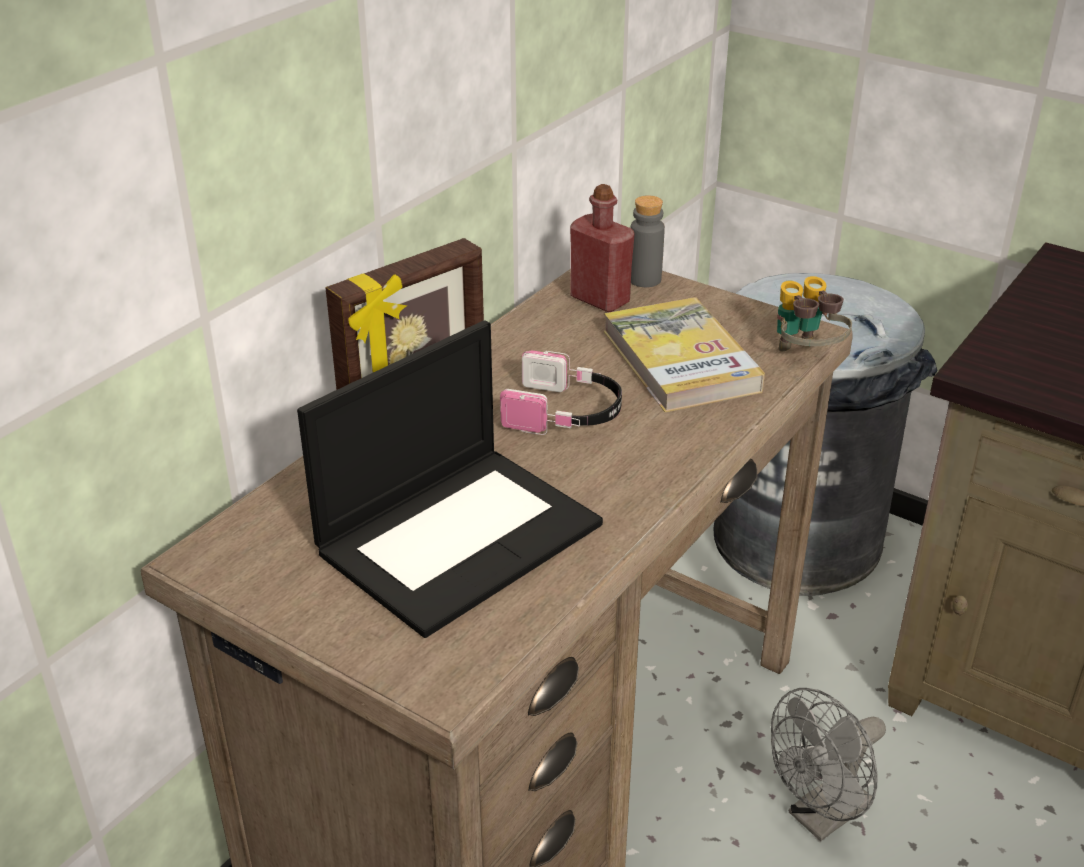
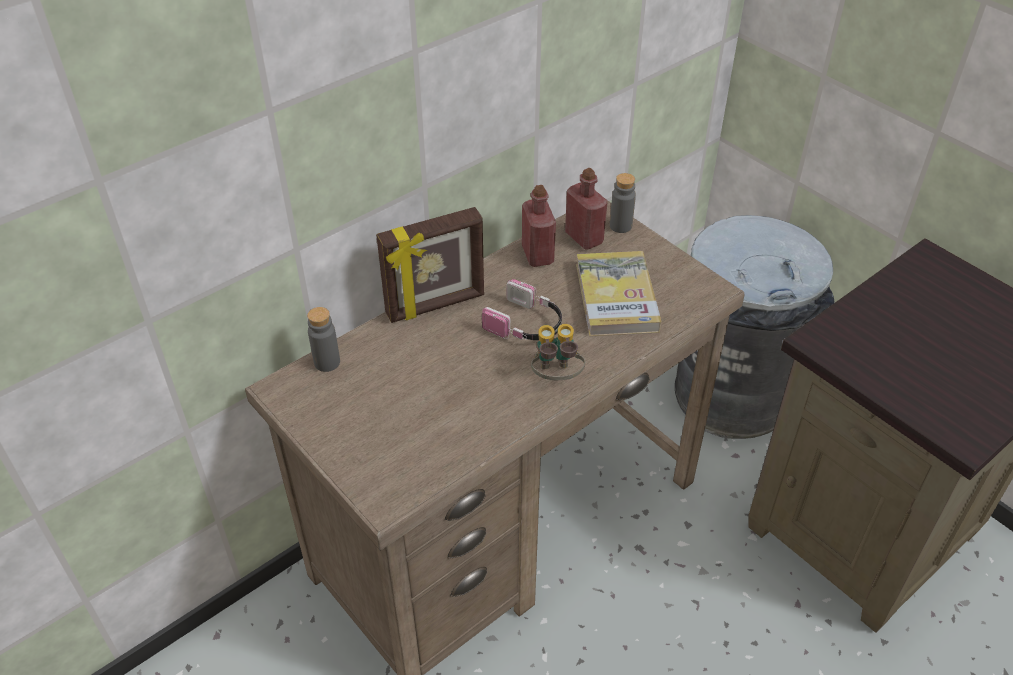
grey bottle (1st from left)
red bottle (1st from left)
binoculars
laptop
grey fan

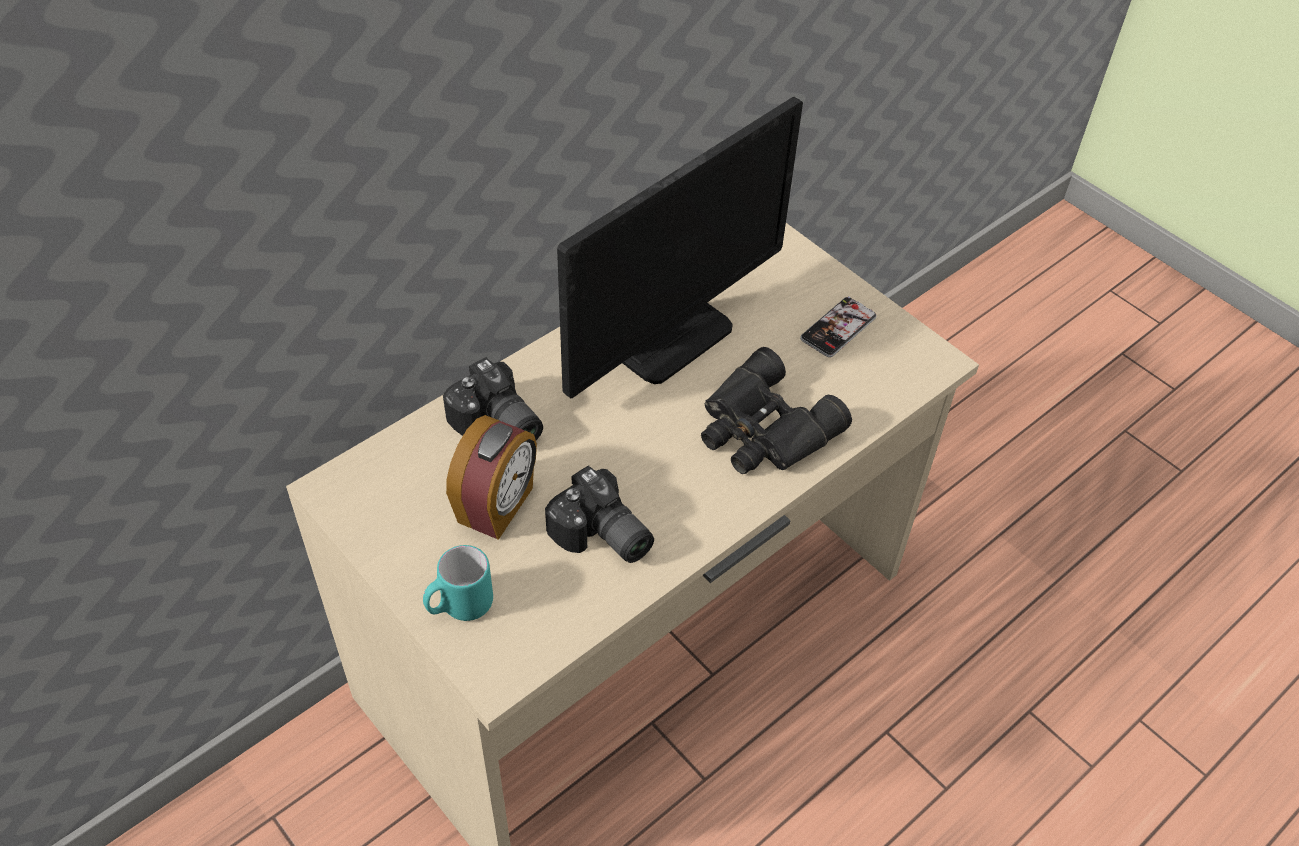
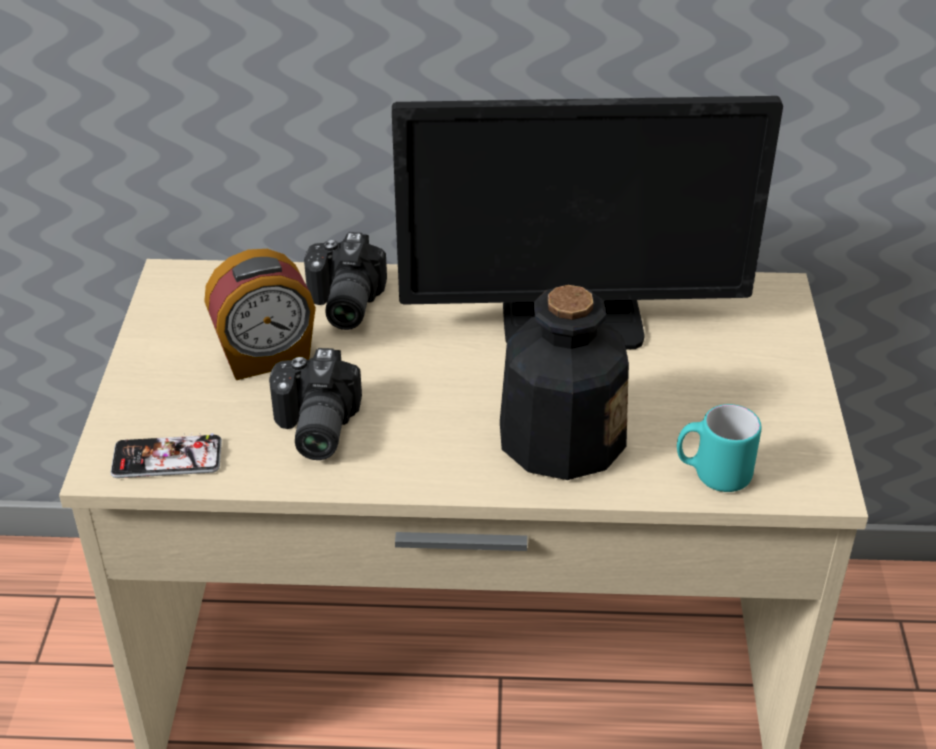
phone
bottle
turquoise mug

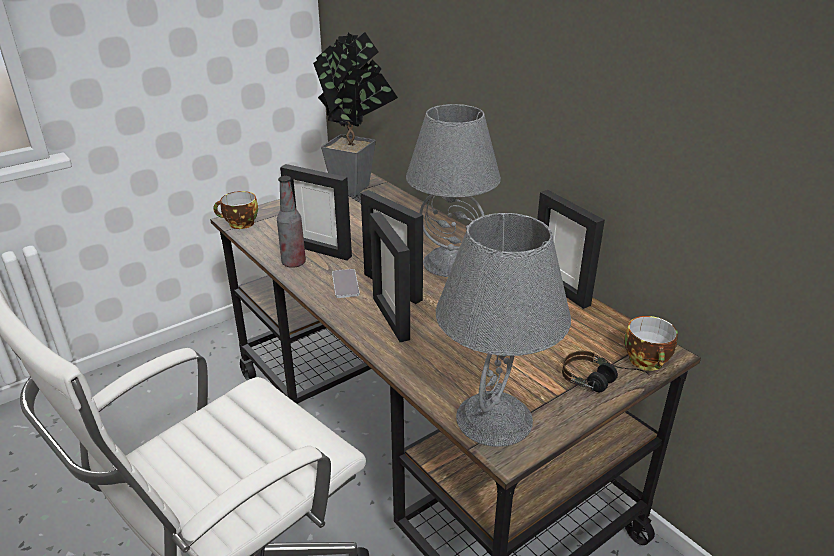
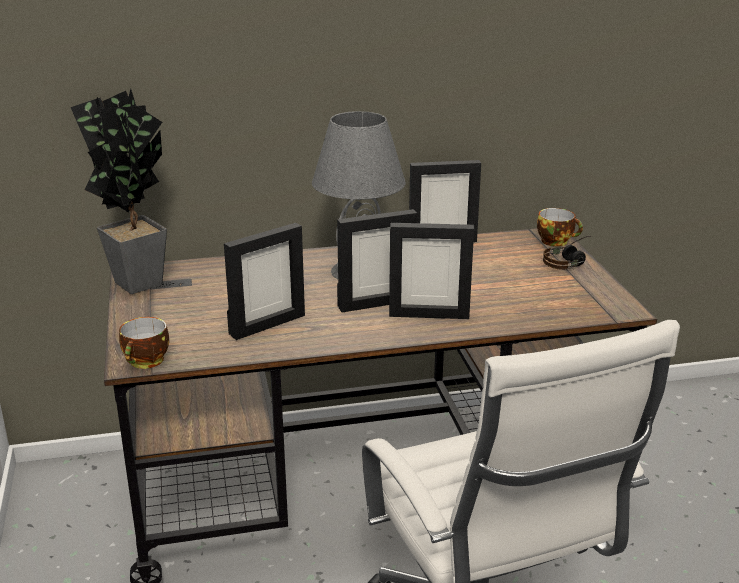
bottle
phone
grey table lamp (2nd from left in the first image)

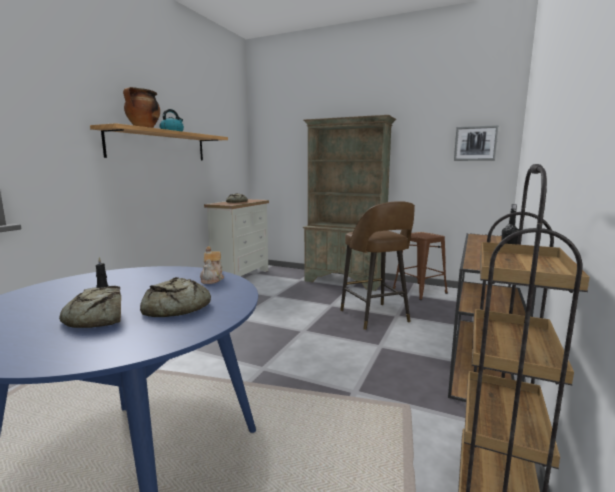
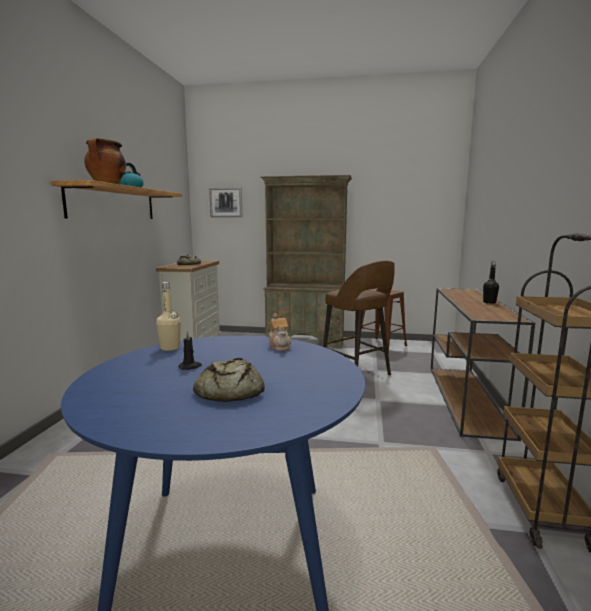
beige bottle
picture
bread (2nd from left in the first image)

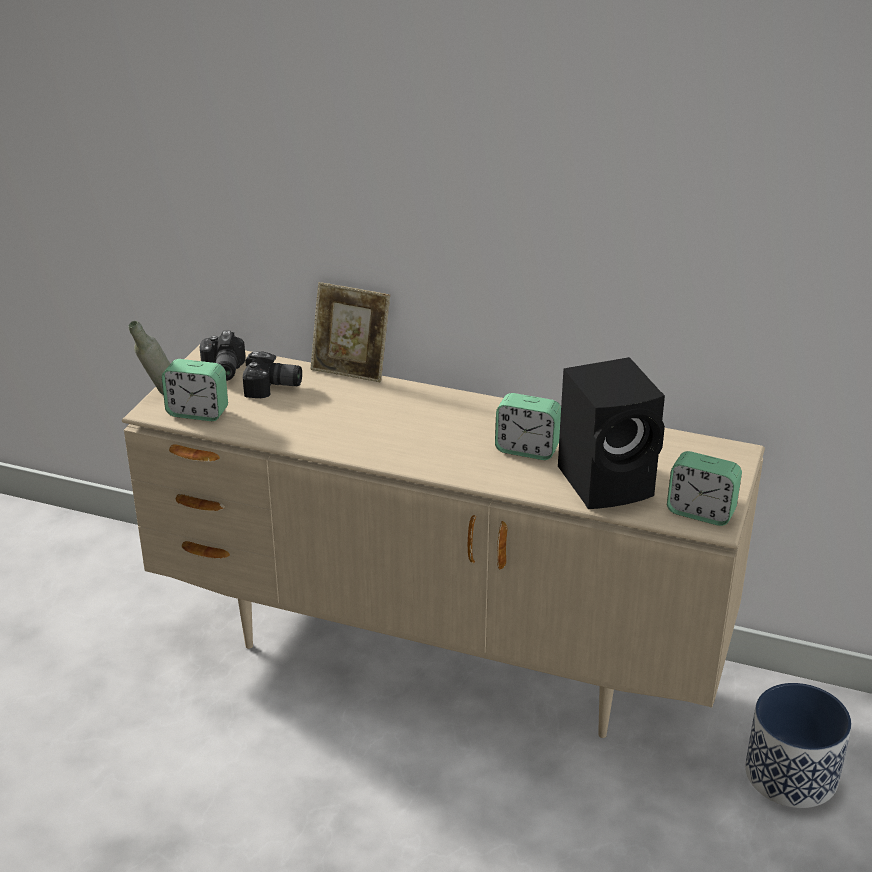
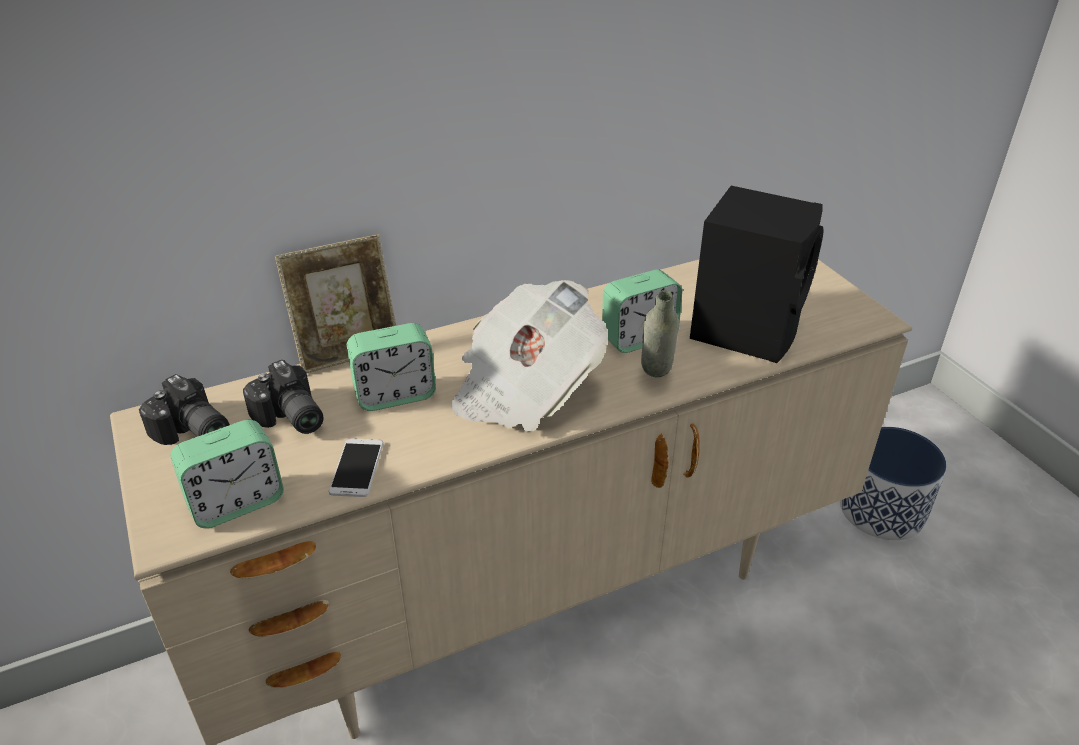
photo camera (2nd from left)
phone
alarm clock (2nd from left)
newspaper
grey bottle

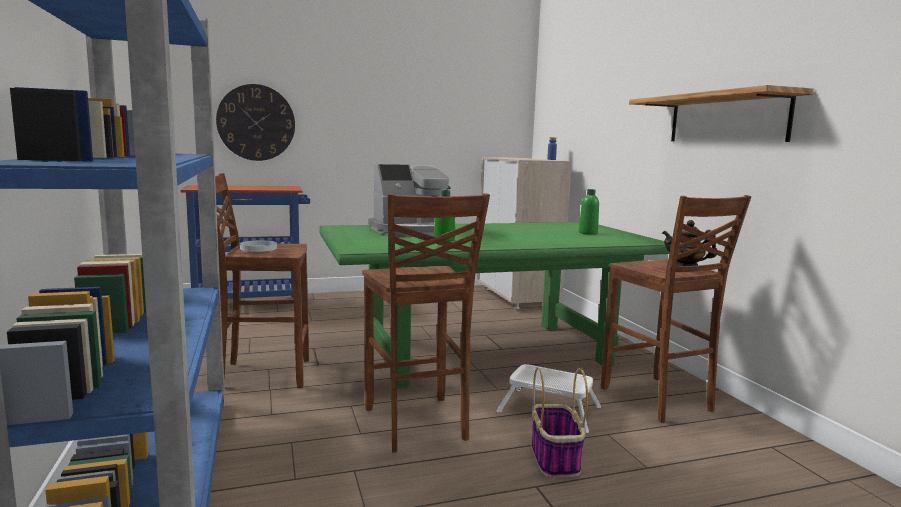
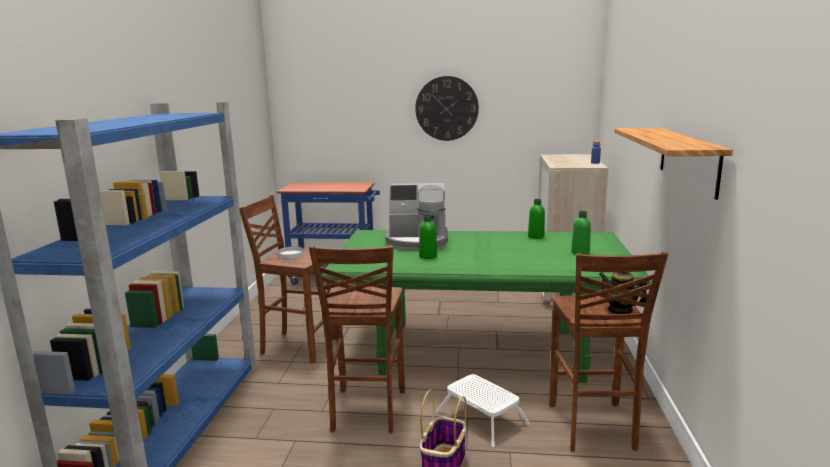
wall clock
green bottle (2nd from left)

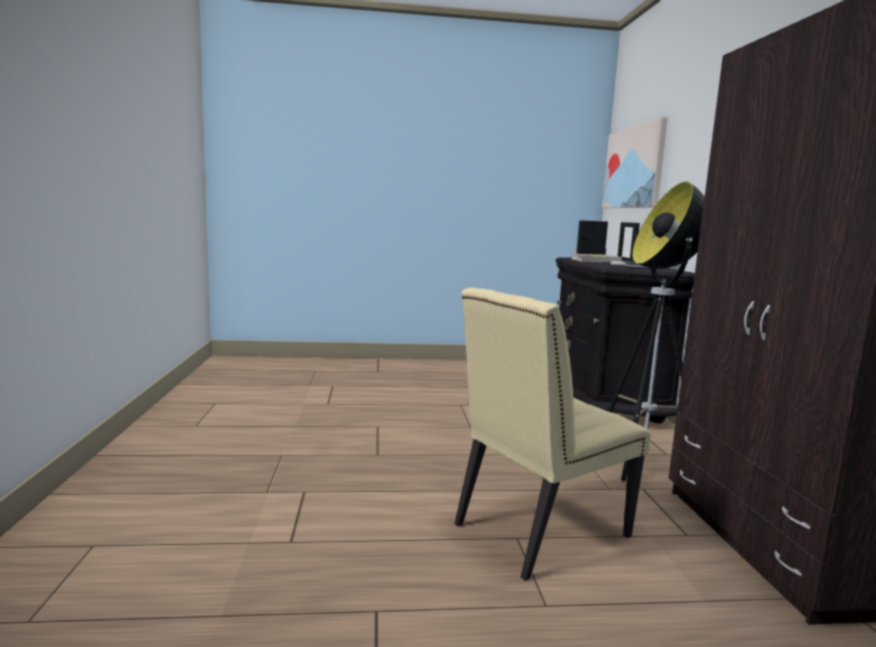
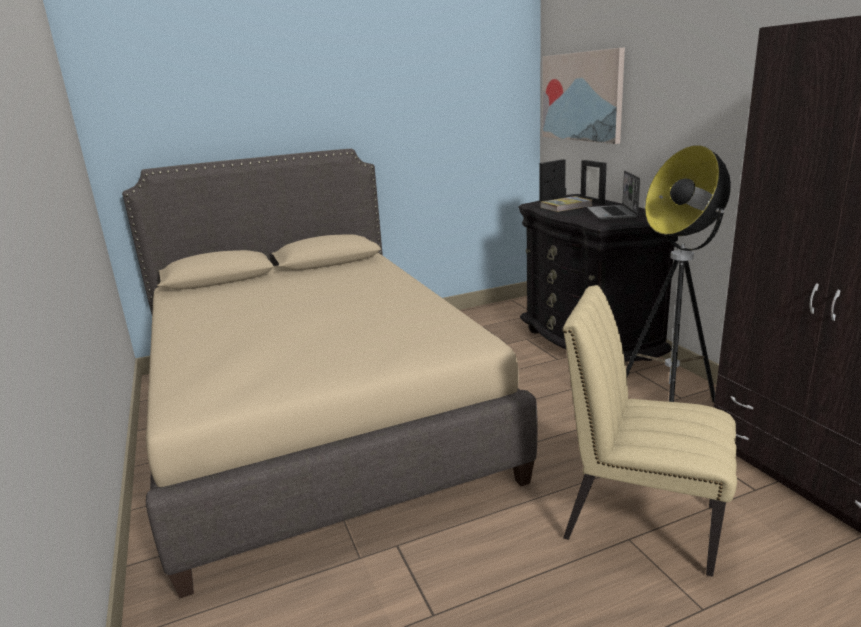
beige bed
beige chair

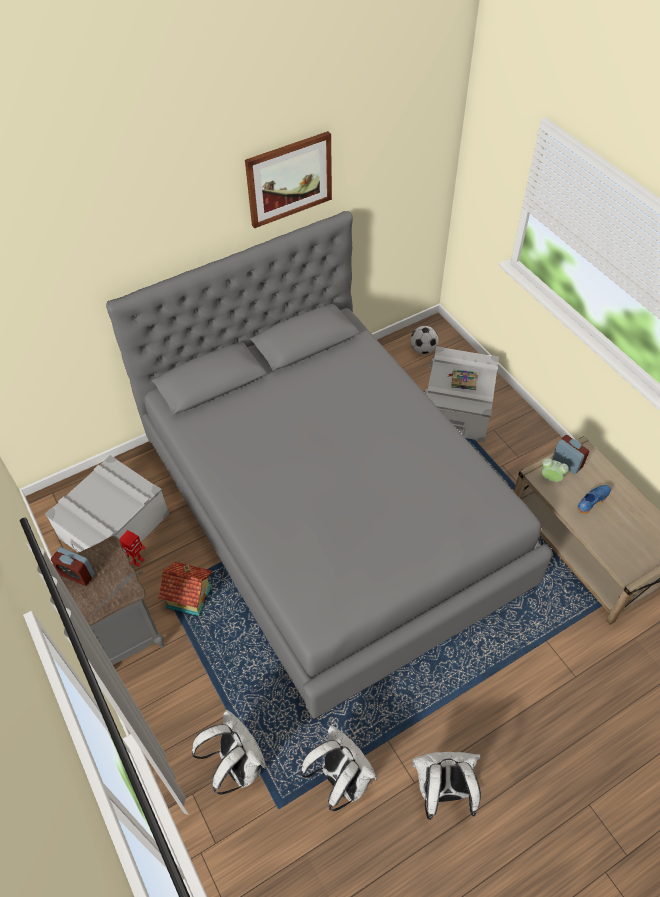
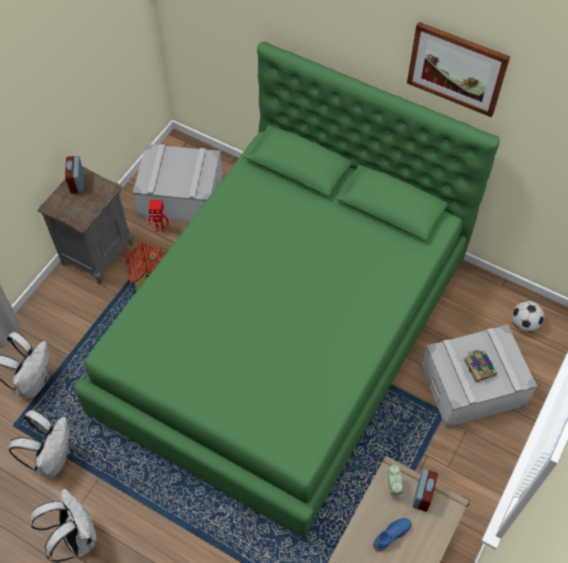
green bed
blue shoe

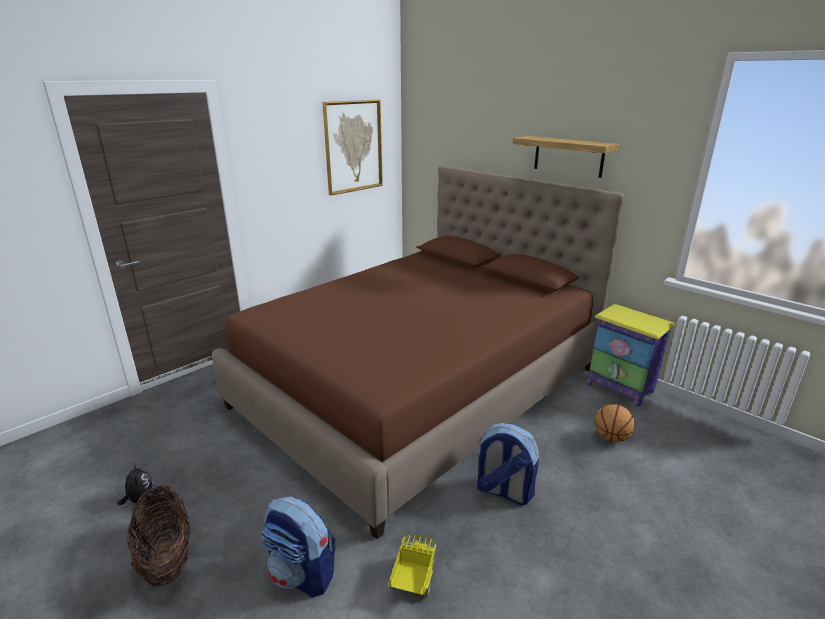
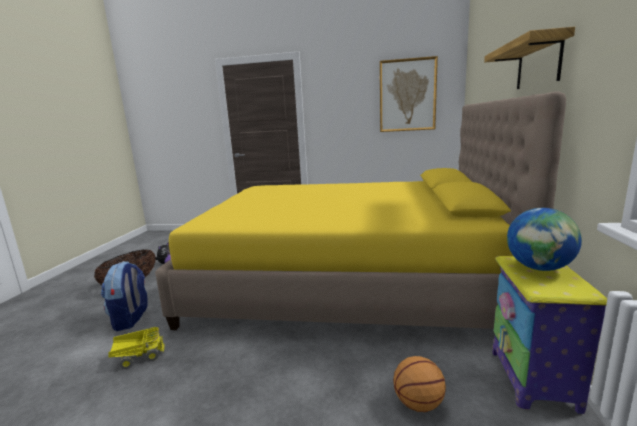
yellow bed
globe
backpack (2nd from left in the first image)

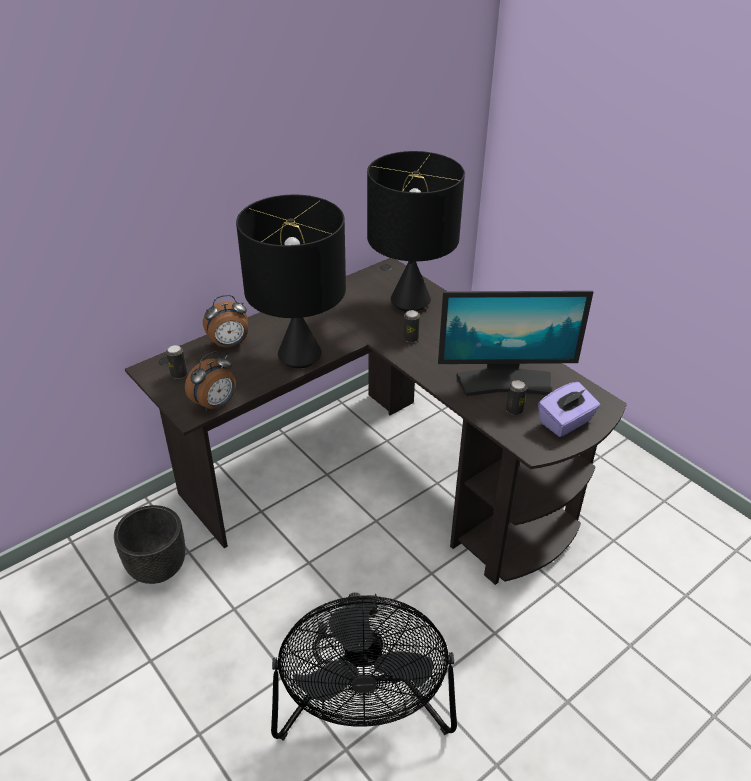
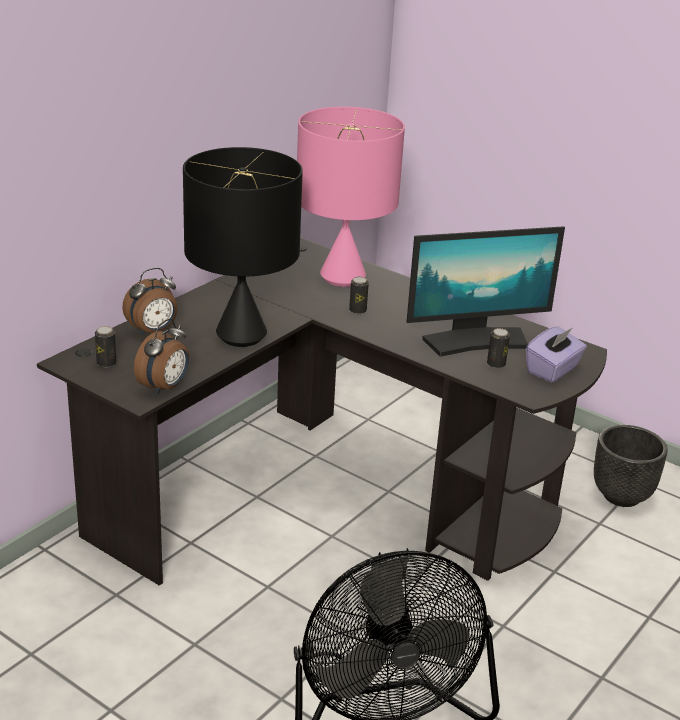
pink table lamp
black planter

